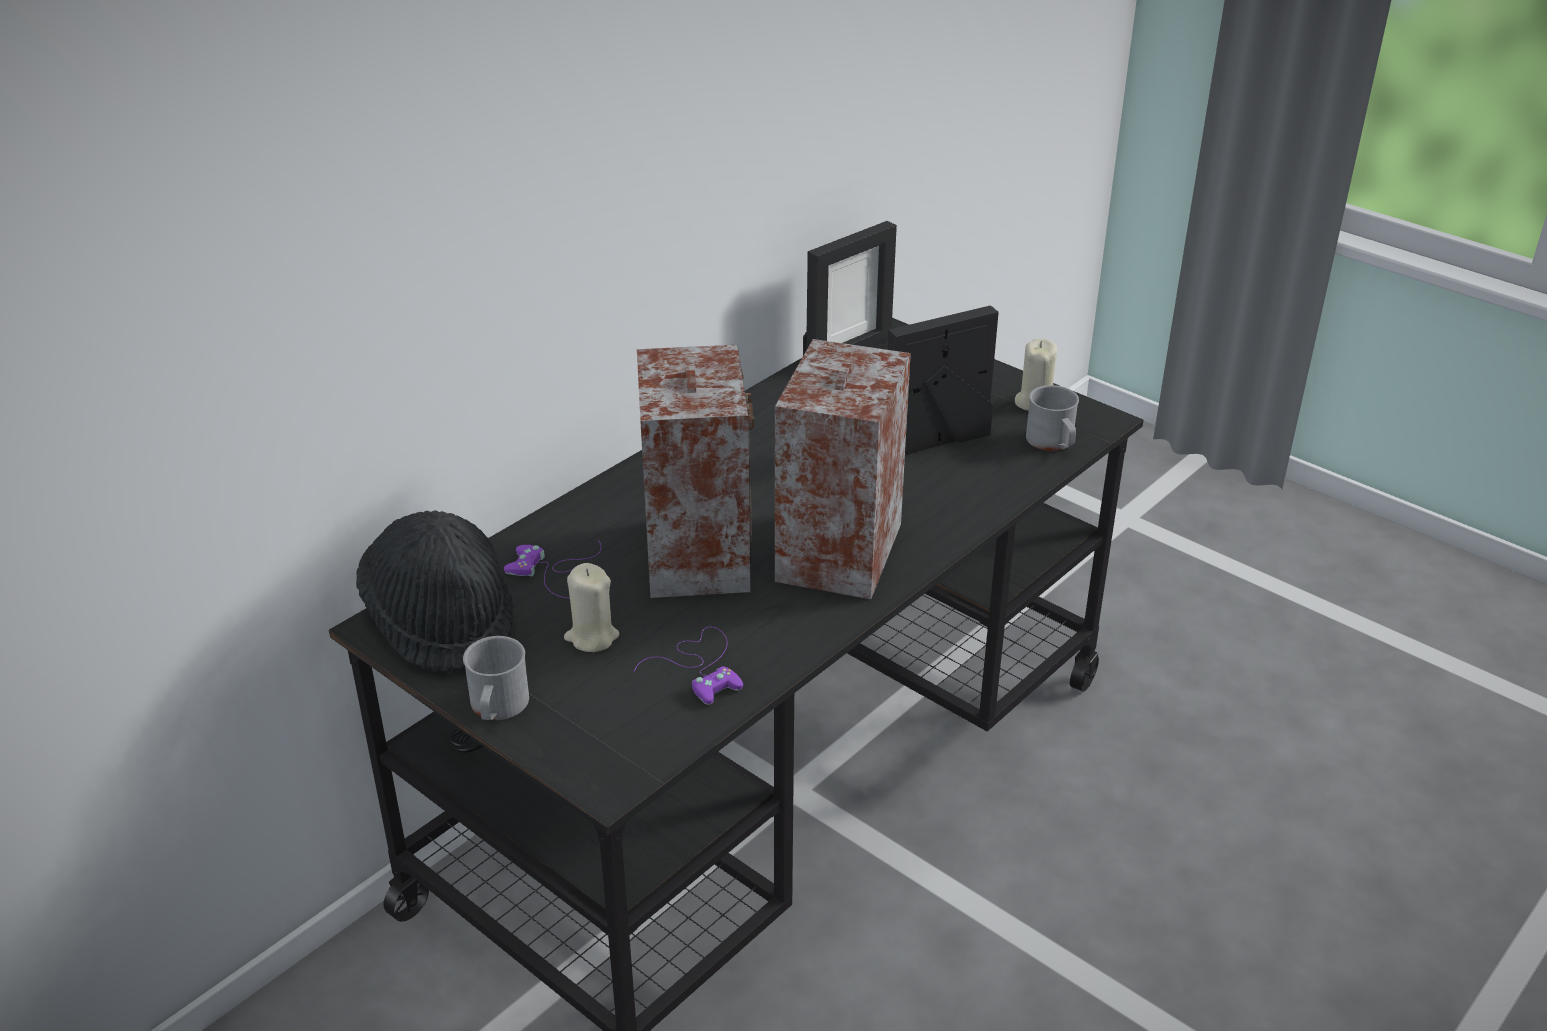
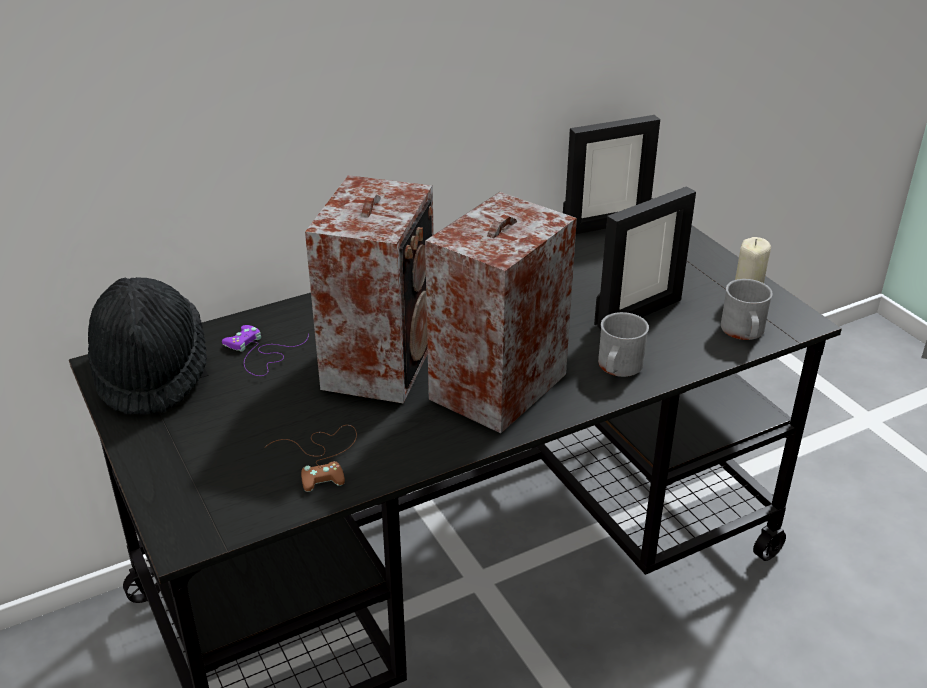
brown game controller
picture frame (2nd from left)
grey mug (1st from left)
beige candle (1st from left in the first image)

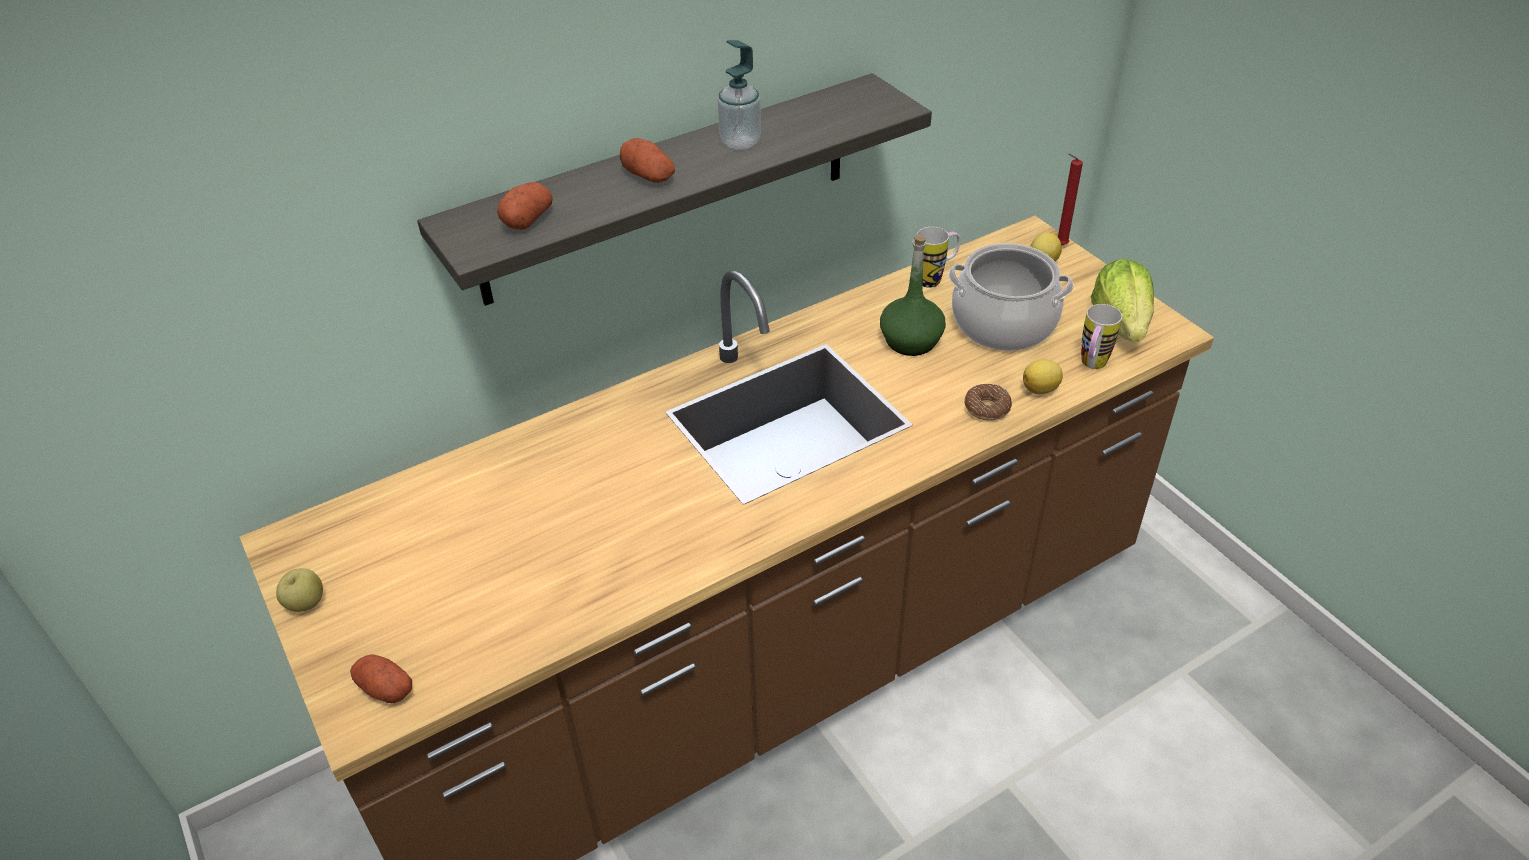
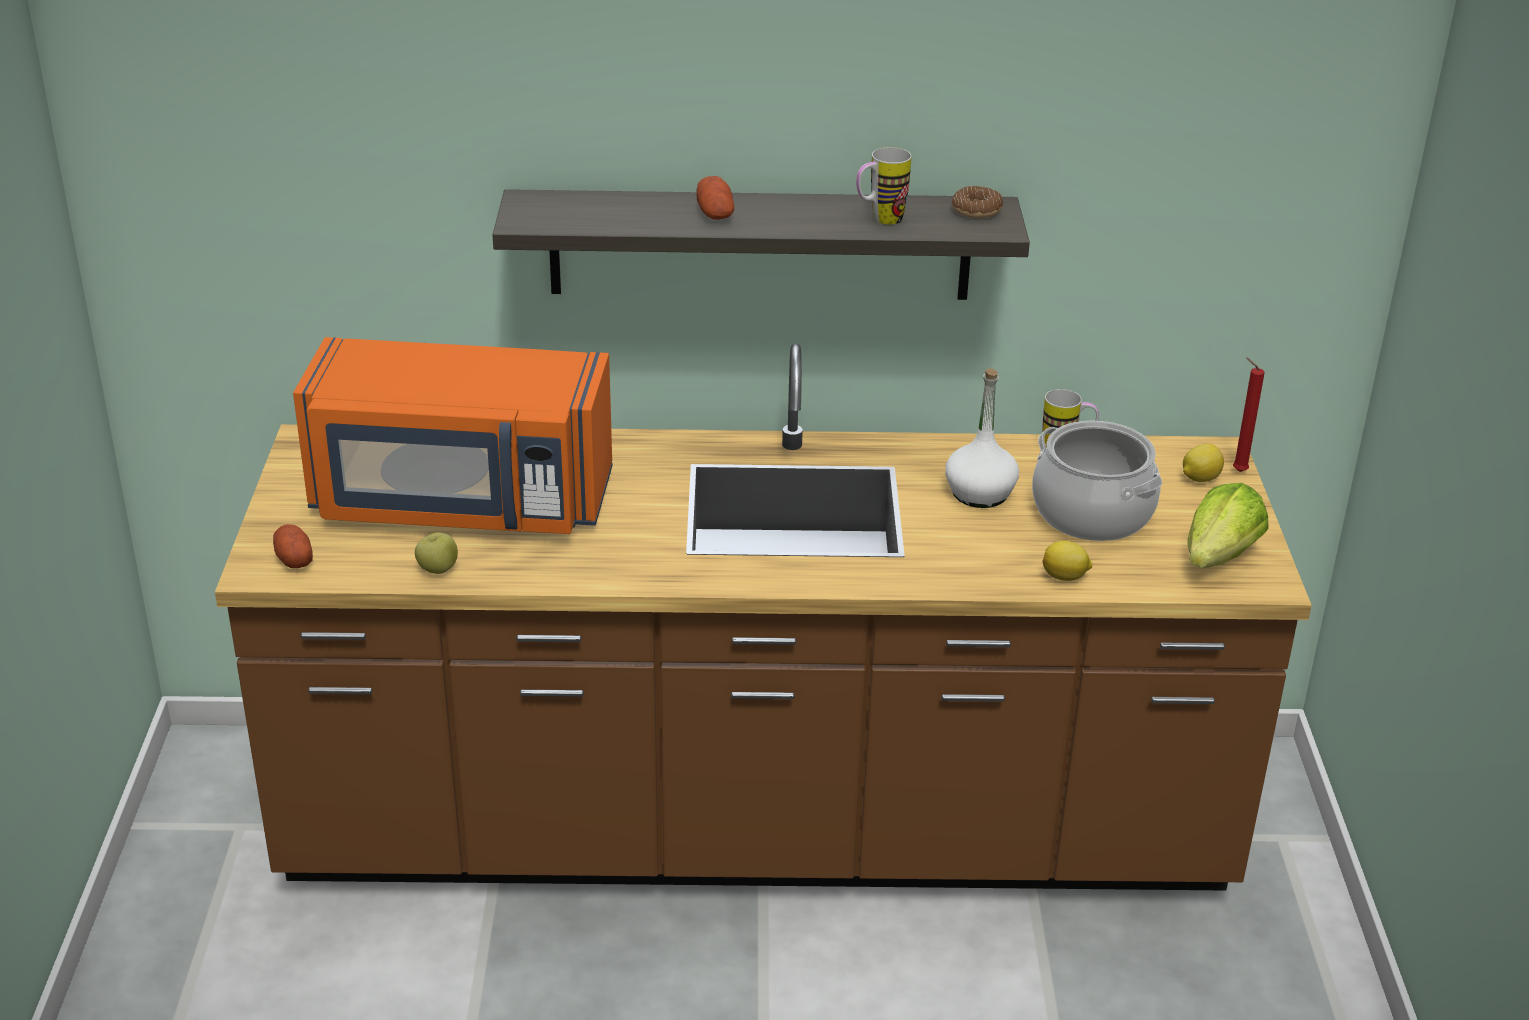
orange microwave
apple
mug (1st from left)
white bottle
donut
potato (2nd from left in the first image)
soap dispenser

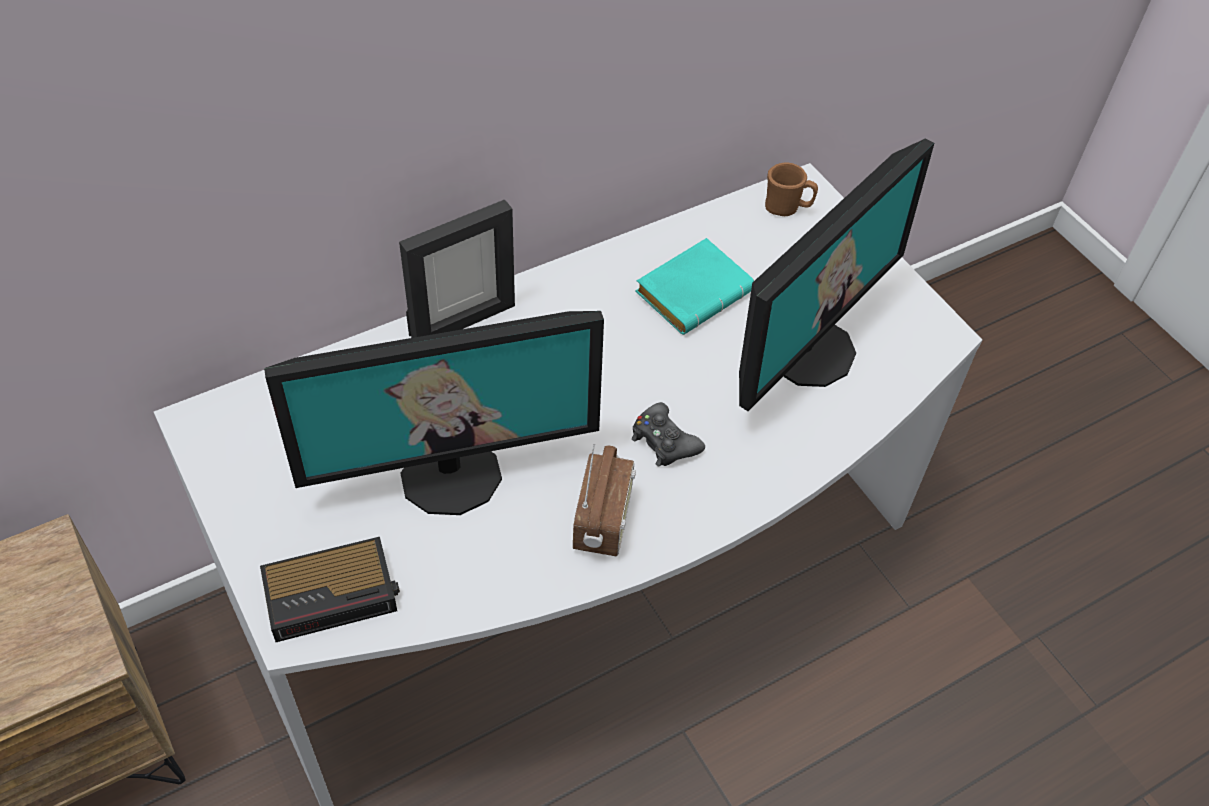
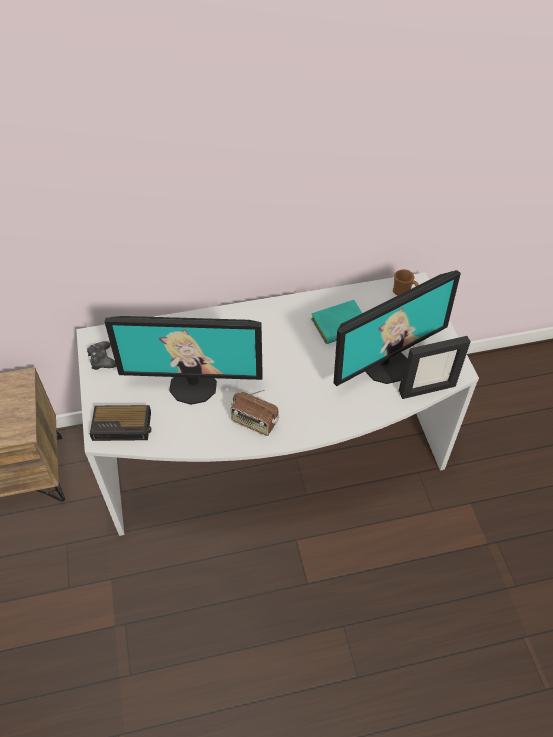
black game controller
radio
picture frame

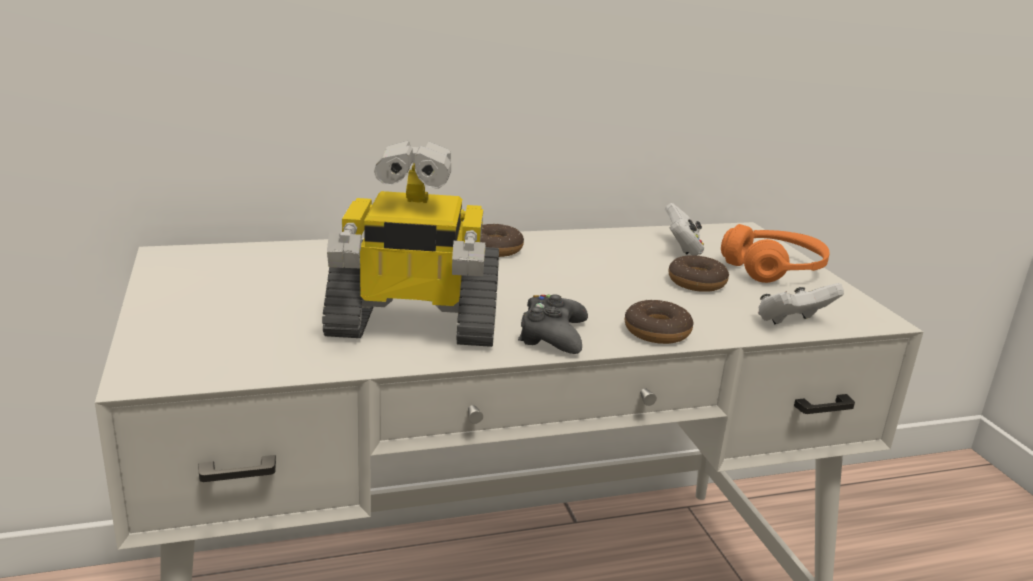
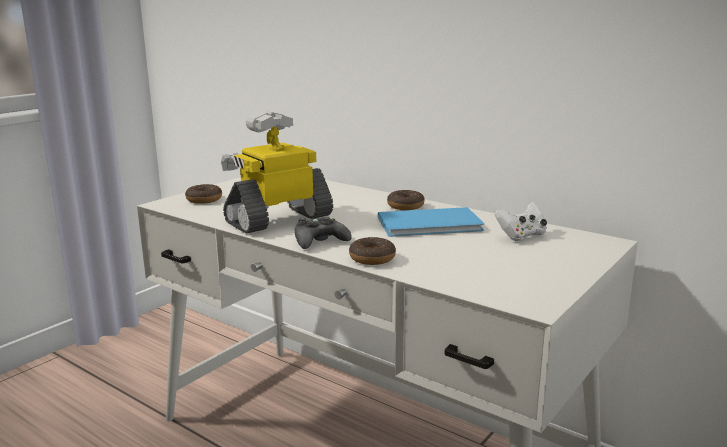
donut (1st from left)
toy robot
blue book
orange headphones
white game controller (2nd from left in the first image)

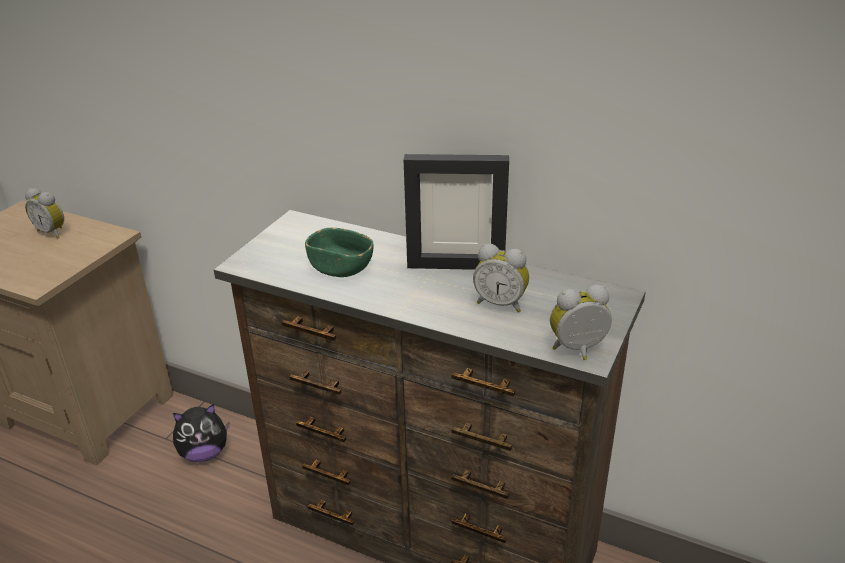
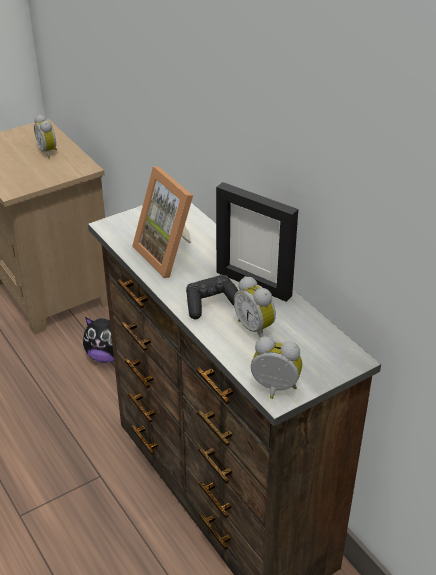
picture frame (1st from left)
black game controller

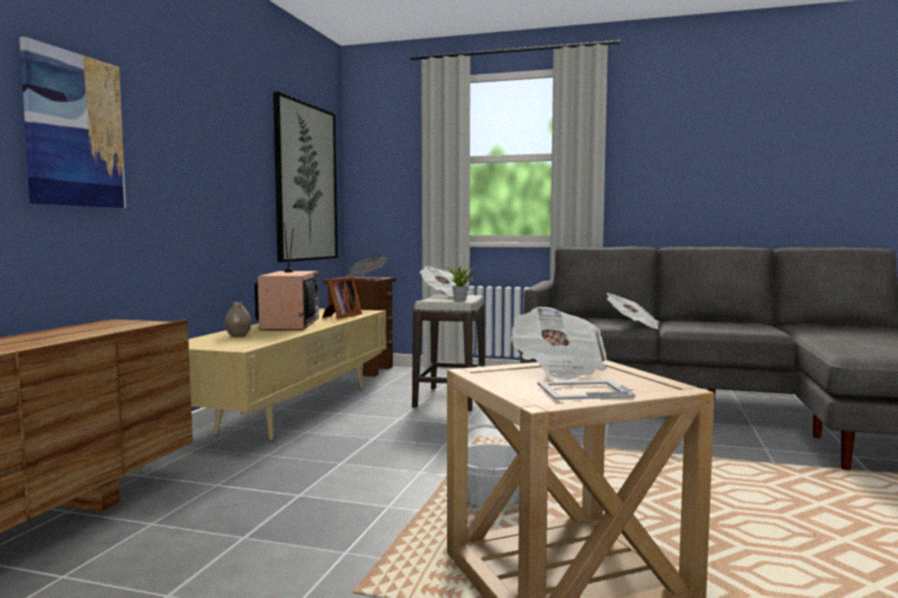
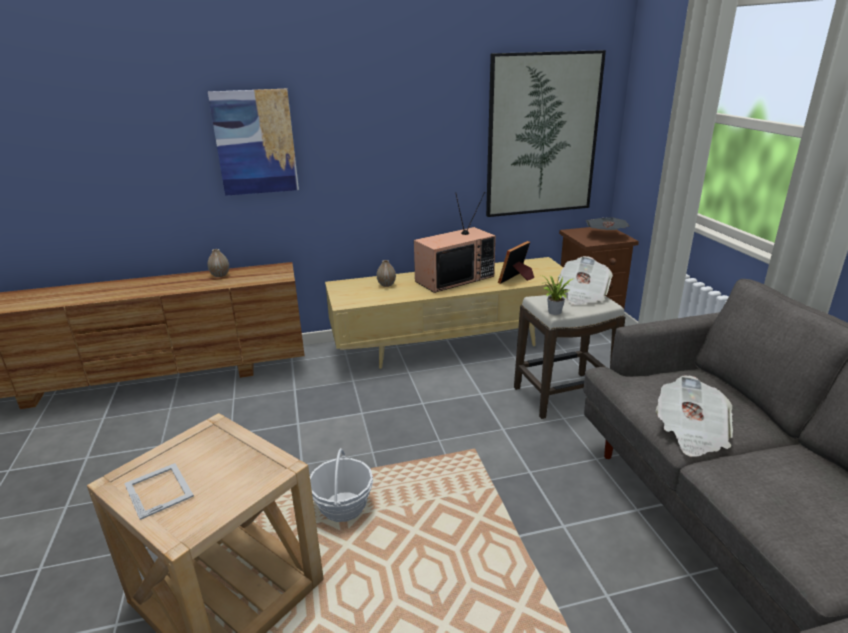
vase (1st from left)
picture frame (2nd from left)
newspaper (3rd from left in the first image)

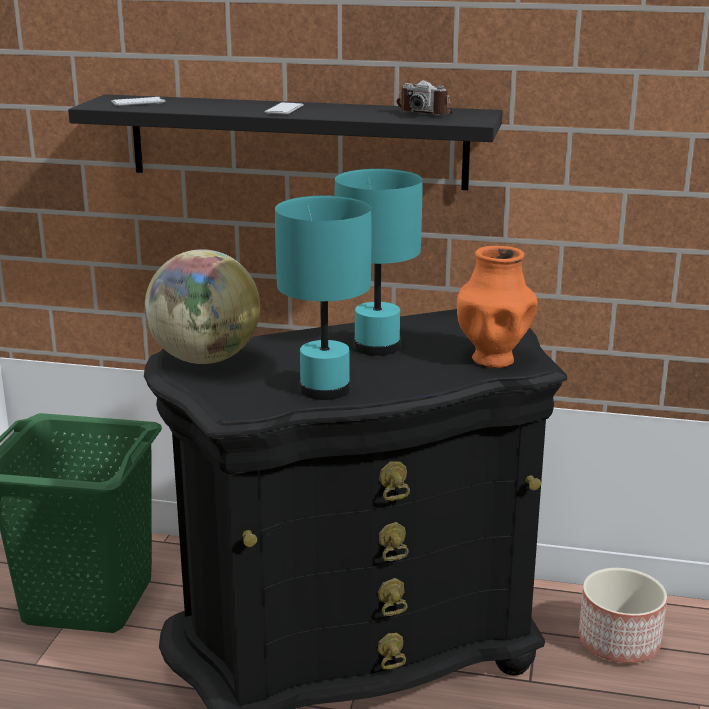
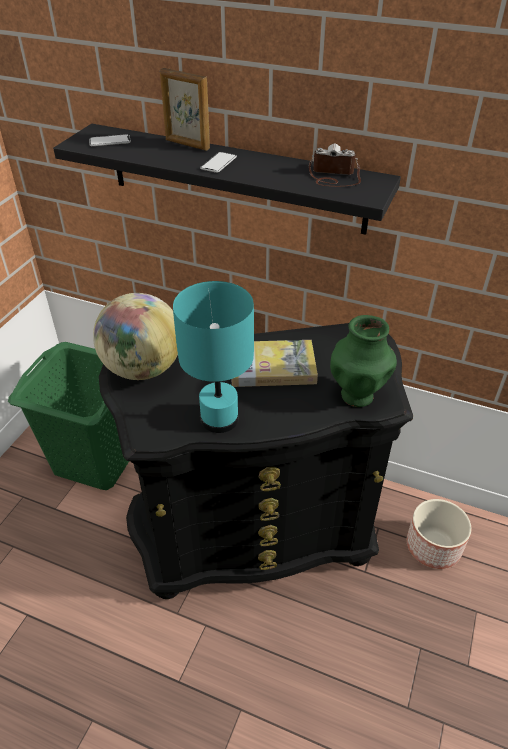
picture frame
book
photo camera
green vase

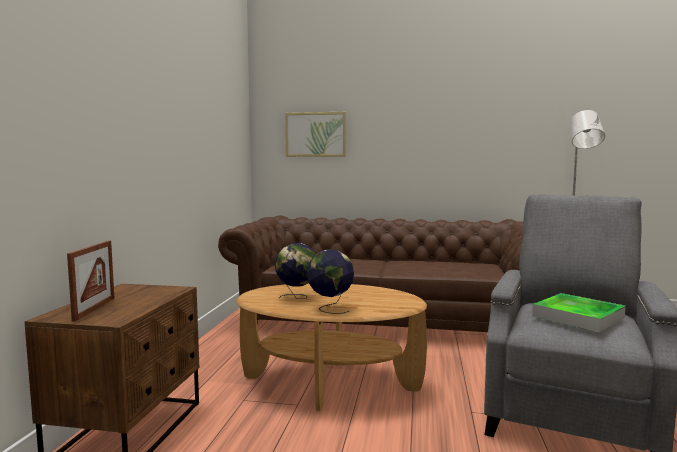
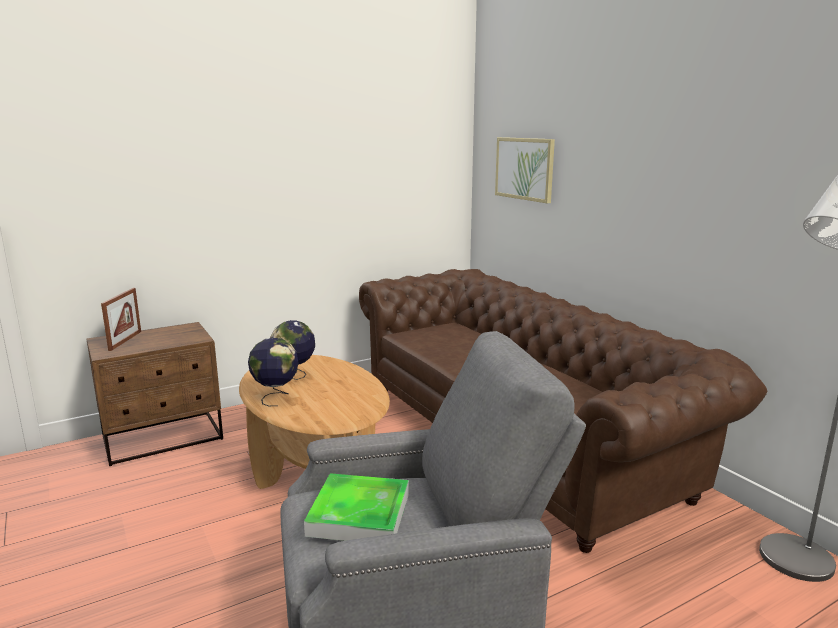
picture frame

